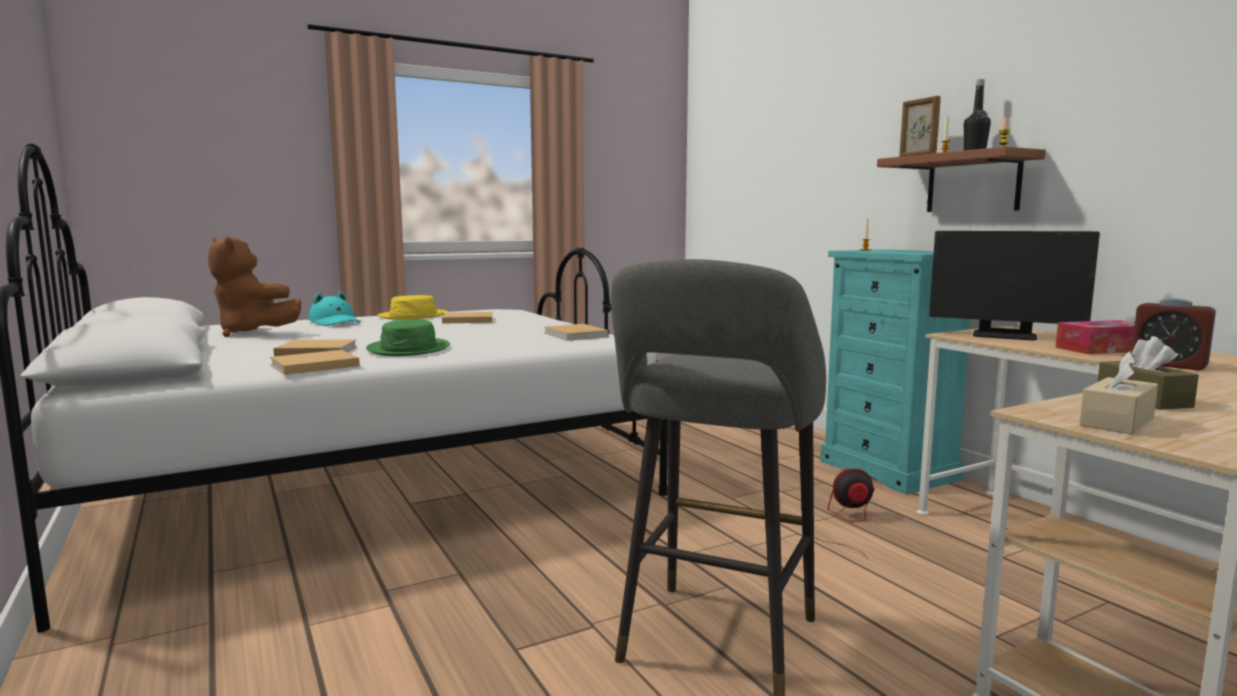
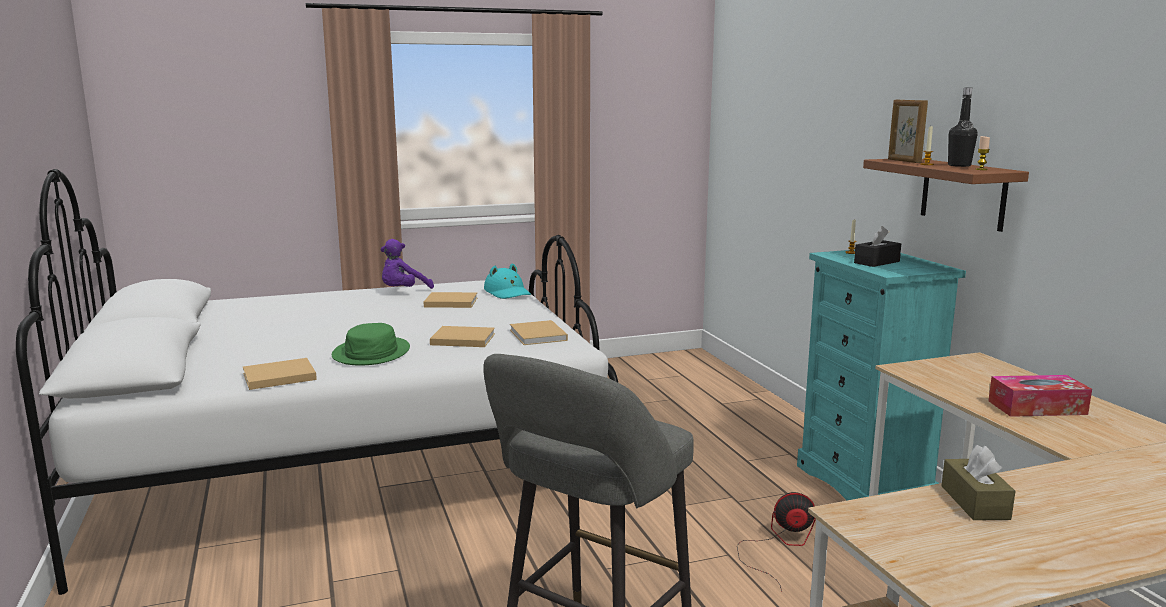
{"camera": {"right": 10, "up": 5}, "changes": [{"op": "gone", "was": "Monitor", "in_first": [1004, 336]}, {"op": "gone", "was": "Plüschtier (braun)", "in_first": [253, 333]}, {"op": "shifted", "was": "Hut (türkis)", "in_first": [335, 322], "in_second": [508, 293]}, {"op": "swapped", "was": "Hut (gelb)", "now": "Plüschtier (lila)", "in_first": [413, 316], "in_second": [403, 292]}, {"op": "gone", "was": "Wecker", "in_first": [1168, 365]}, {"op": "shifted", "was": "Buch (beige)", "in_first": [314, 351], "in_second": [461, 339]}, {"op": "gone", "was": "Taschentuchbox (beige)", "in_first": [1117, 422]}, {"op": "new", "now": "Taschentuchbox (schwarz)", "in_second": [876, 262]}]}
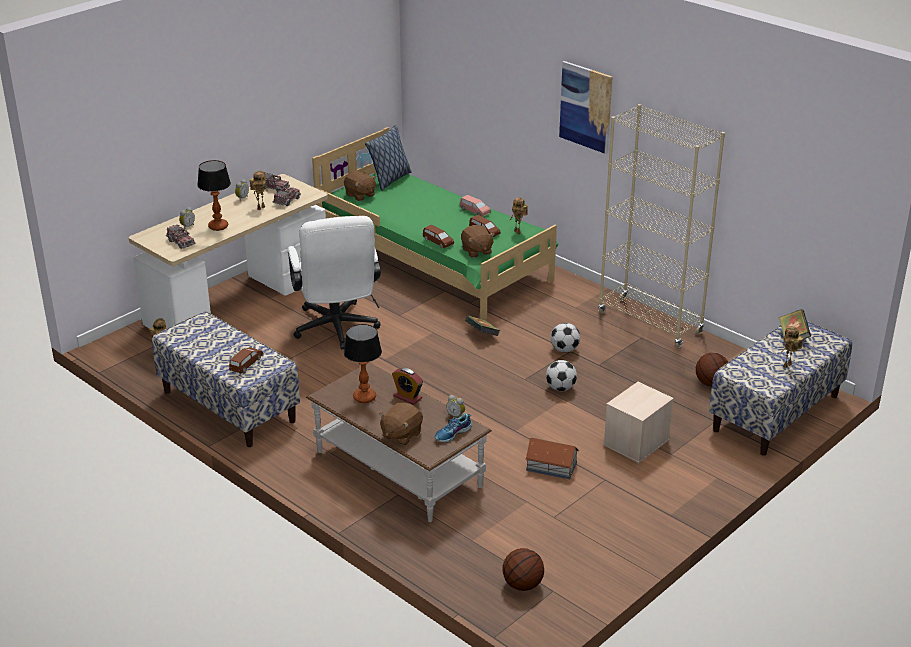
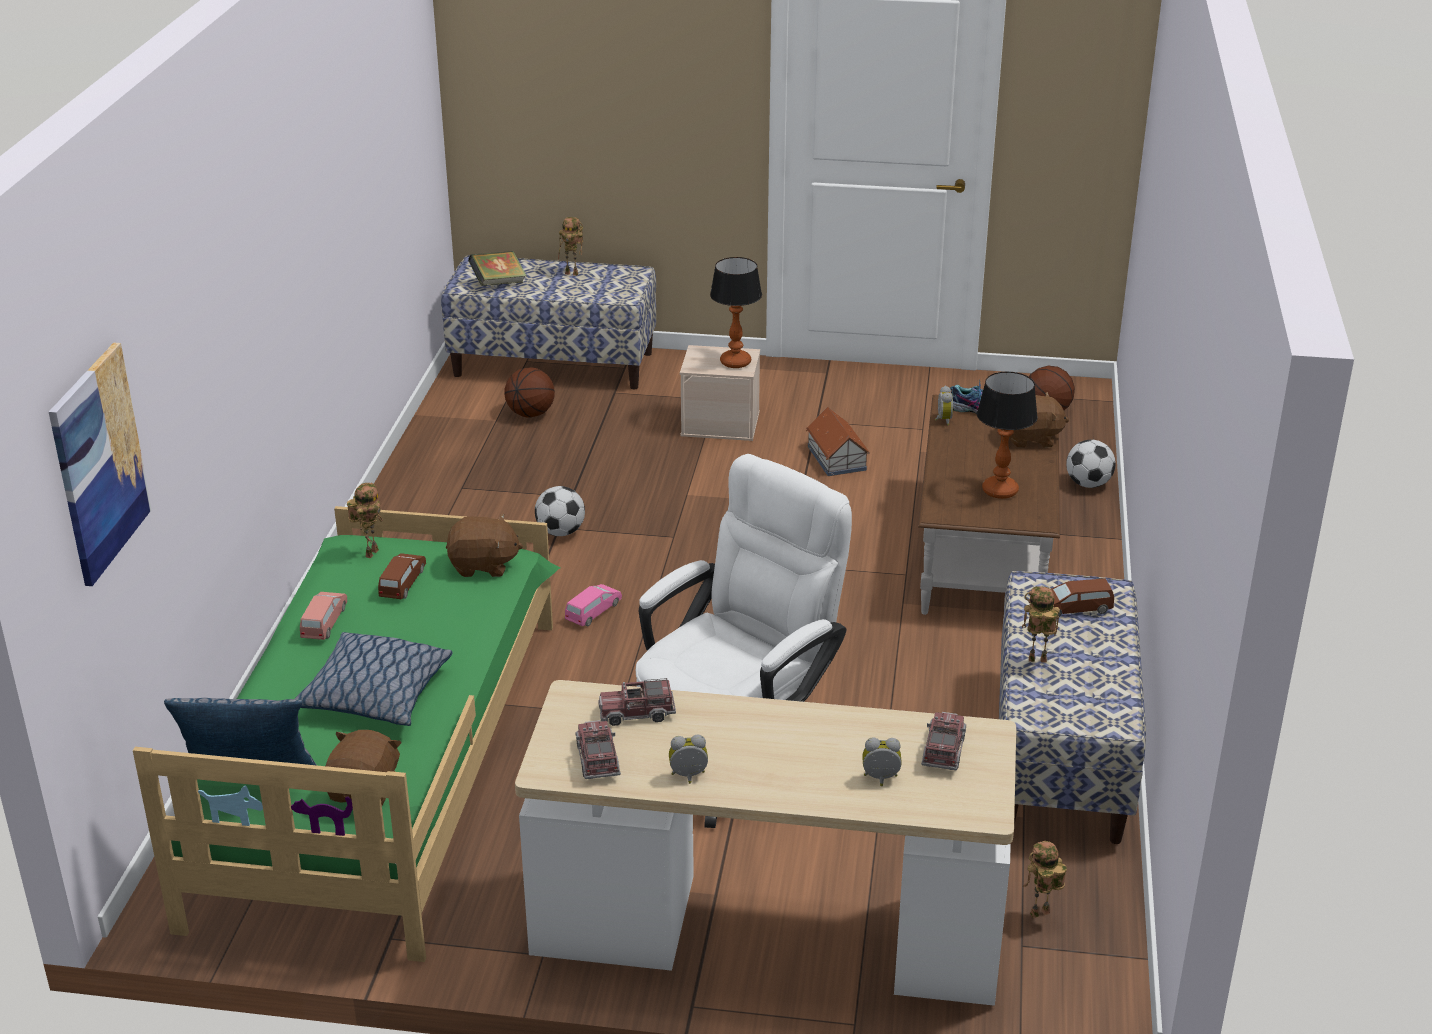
{"camera": {"right": -125, "up": 0}, "changes": [{"op": "shifted", "was": "Bild", "in_first": [586, 107], "in_second": [99, 463]}, {"op": "gone", "was": "Bücherregal (beige)", "in_first": [650, 323]}, {"op": "shifted", "was": "Tischlampe", "in_first": [218, 226], "in_second": [735, 362]}, {"op": "shifted", "was": "Spielzeugroboter", "in_first": [261, 207], "in_second": [1036, 661]}, {"op": "gone", "was": "Spielzeugauto (braun)", "in_first": [438, 242]}, {"op": "rotated", "was": "Plüschtier (braun)", "in_first": [476, 251], "in_second": [483, 566], "clockwise": 60}, {"op": "swapped", "was": "Buch", "now": "Spielzeugauto (rosa)", "in_first": [482, 335], "in_second": [593, 612]}, {"op": "shifted", "was": "Fußball", "in_first": [560, 388], "in_second": [1088, 484]}, {"op": "gone", "was": "Wecker", "in_first": [407, 397]}, {"op": "new", "now": "Kissen", "in_second": [376, 694]}]}
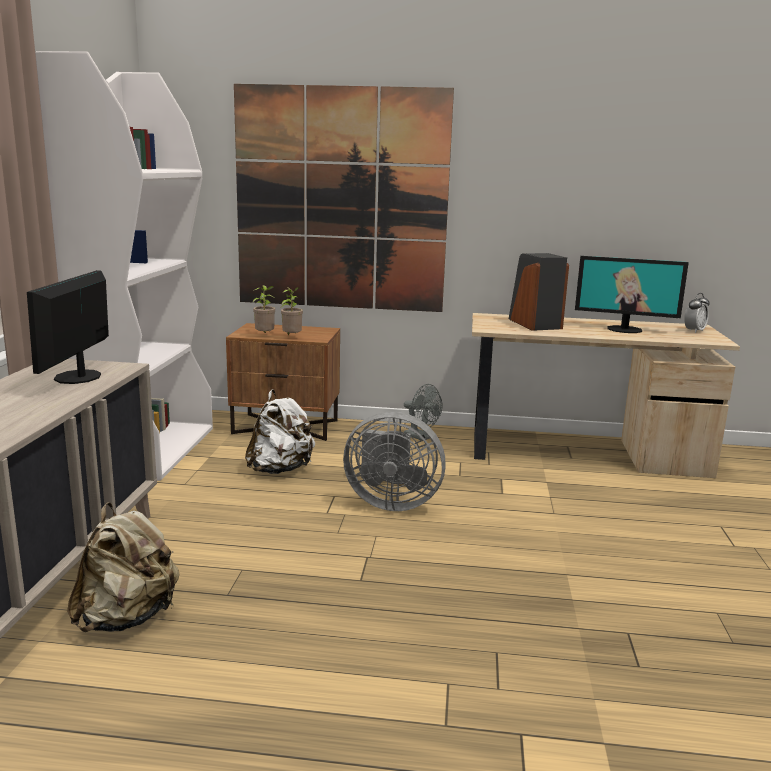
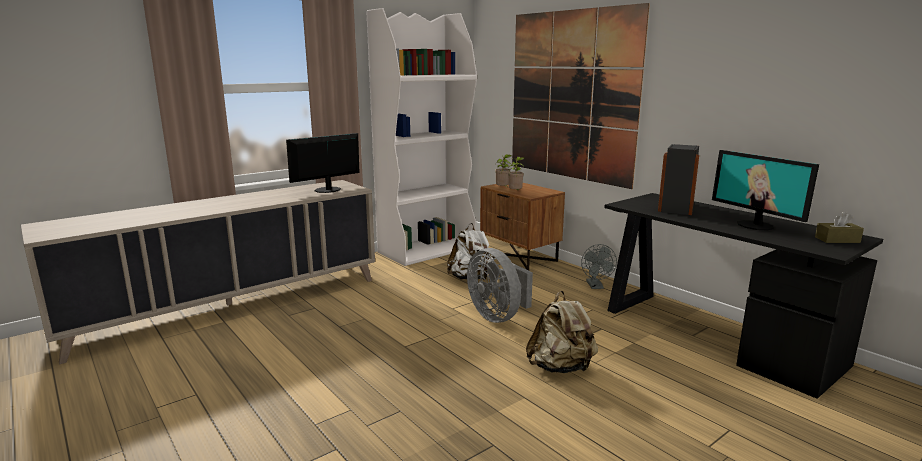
{"camera": {"right": 45, "up": 0}, "changes": [{"op": "swapped", "was": "Wecker", "now": "Taschentuchbox (braun)", "in_first": [694, 331], "in_second": [837, 240]}, {"op": "repainted", "was": "Schreibtisch (beige)", "now": "Schreibtisch (schwarz)", "in_first": [581, 451], "in_second": [712, 334]}, {"op": "shifted", "was": "Rucksack (beige)", "in_first": [127, 618], "in_second": [561, 367]}]}
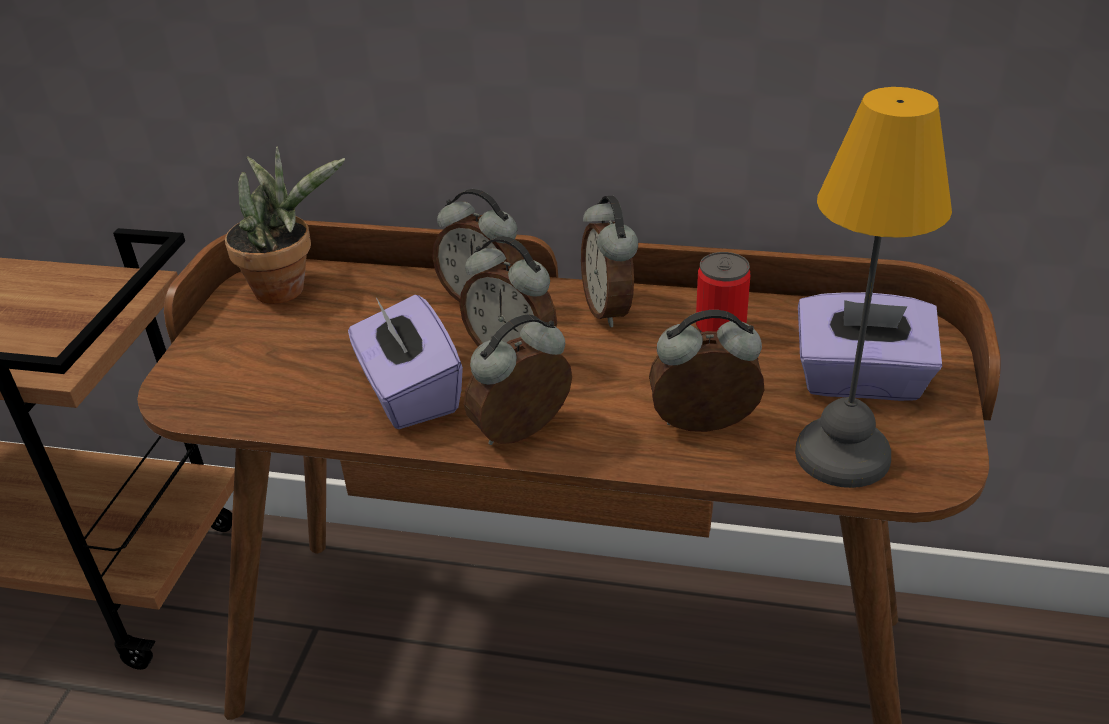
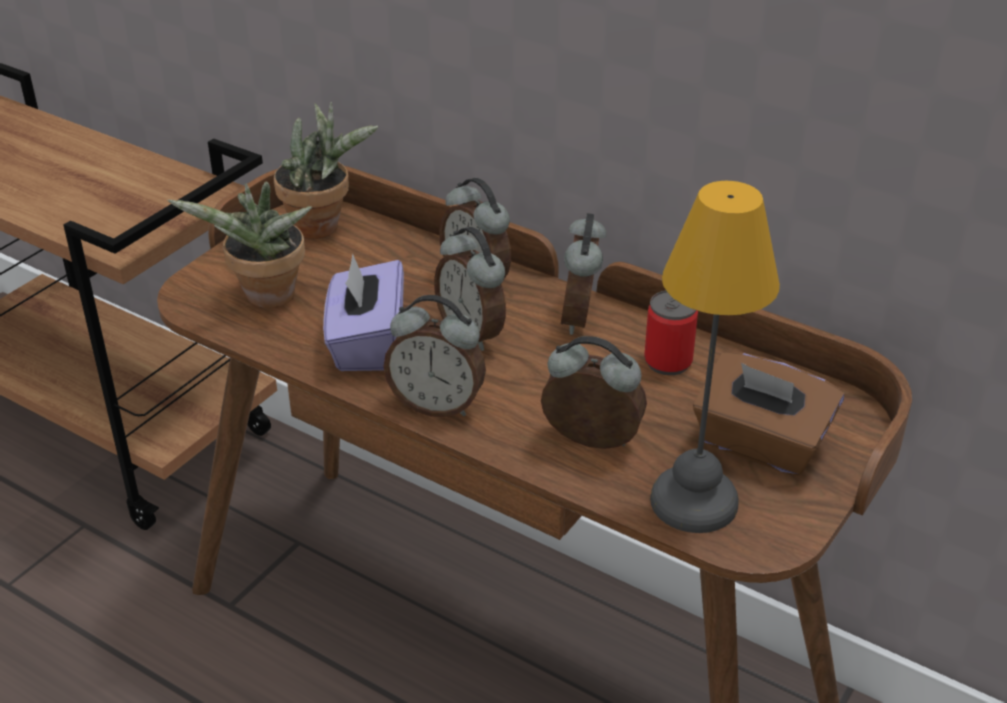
{"camera": {"right": 20, "up": 0}, "changes": [{"op": "repainted", "was": "Taschentuchbox (lila)", "now": "Taschentuchbox (braun)", "in_first": [860, 381], "in_second": [760, 444]}, {"op": "rotated", "was": "Wecker", "in_first": [524, 435], "in_second": [437, 405], "clockwise": -150}, {"op": "new", "now": "Topfpflanze", "in_second": [266, 299]}]}
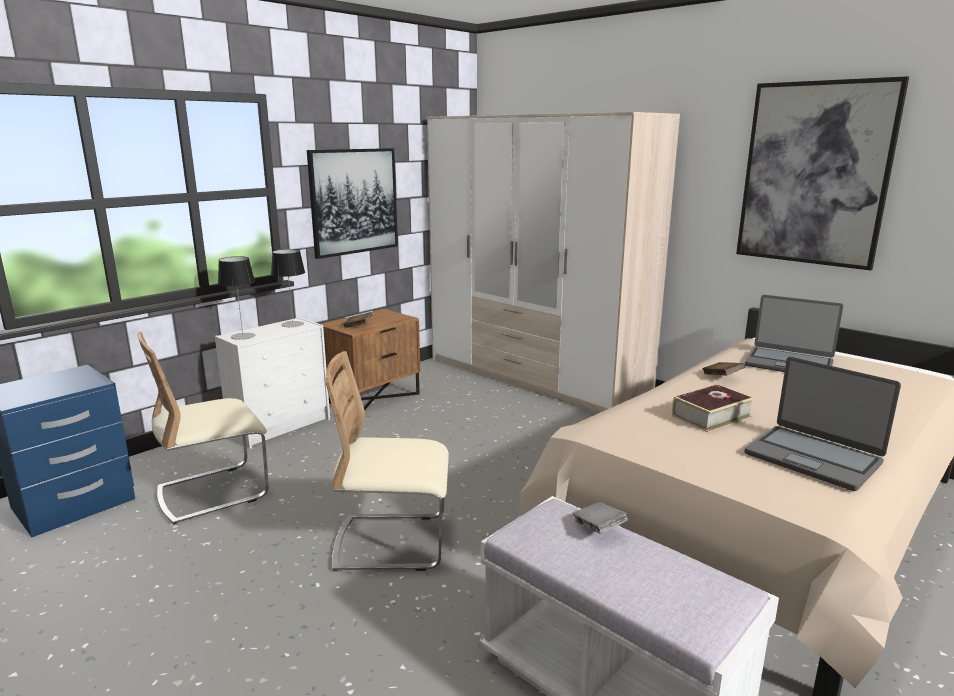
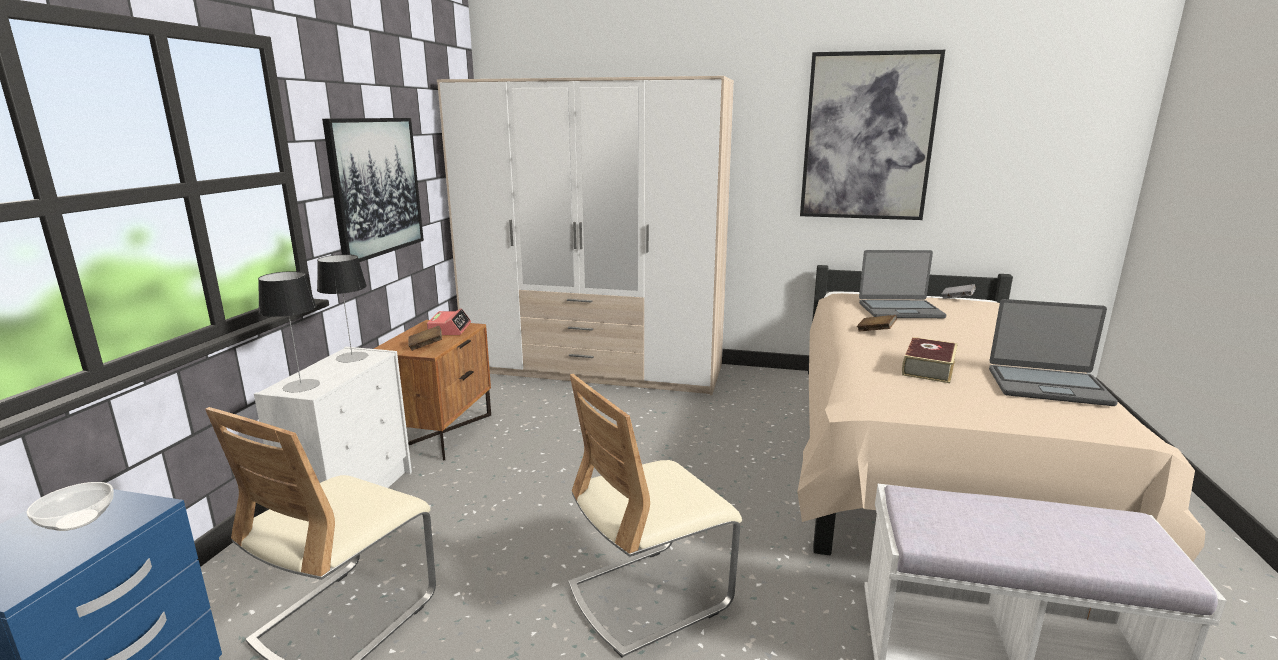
{"camera": {"right": -30, "up": 0}, "changes": [{"op": "shifted", "was": "Buch (grau)", "in_first": [599, 529], "in_second": [957, 299]}, {"op": "new", "now": "Wecker", "in_second": [449, 329]}, {"op": "new", "now": "Schüssel", "in_second": [76, 520]}]}
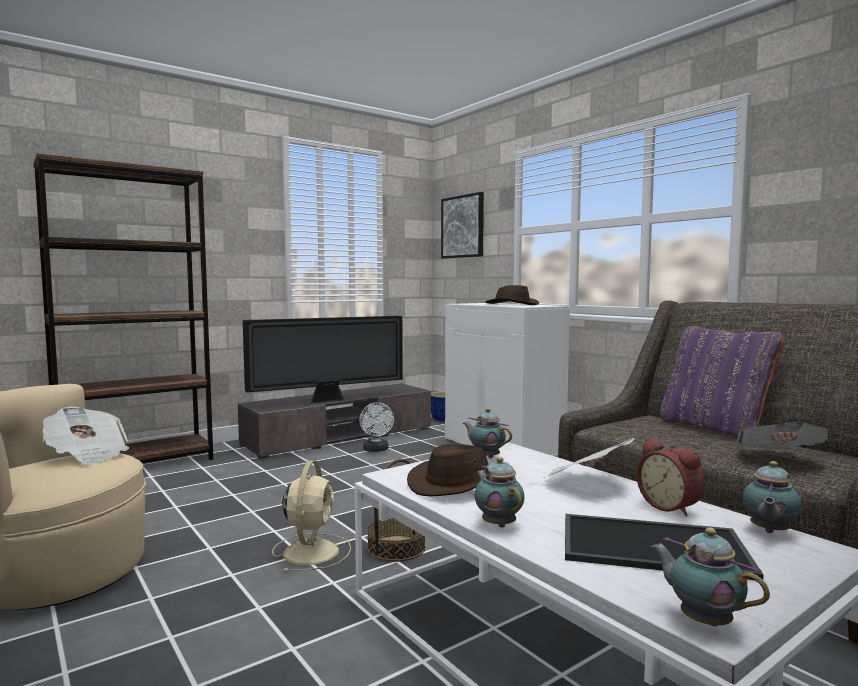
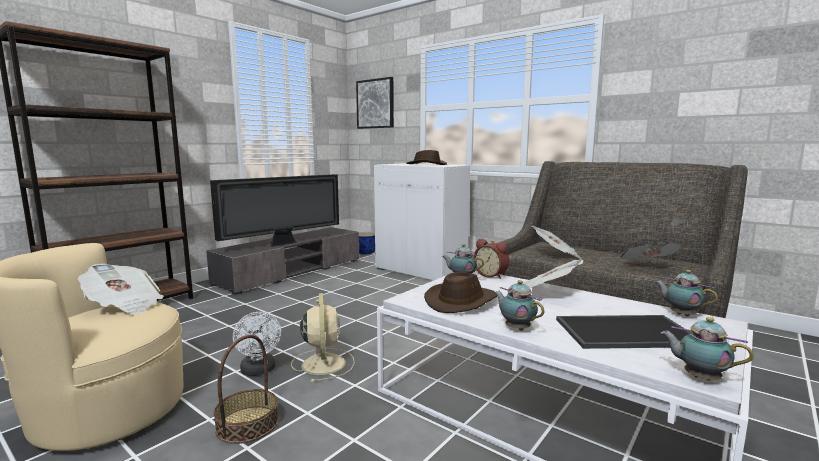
{"camera": {"right": -15, "up": 5}, "changes": [{"op": "gone", "was": "Kissen (lila)", "in_first": [715, 429]}, {"op": "shifted", "was": "Ventilator (weiß)", "in_first": [376, 450], "in_second": [259, 371]}, {"op": "shifted", "was": "Wecker", "in_first": [670, 506], "in_second": [491, 275]}, {"op": "shifted", "was": "Korb", "in_first": [396, 548], "in_second": [247, 424]}, {"op": "rotated", "was": "Teekanne", "in_first": [768, 531], "in_second": [681, 314], "clockwise": 120}, {"op": "new", "now": "Zeitung", "in_second": [556, 255]}]}
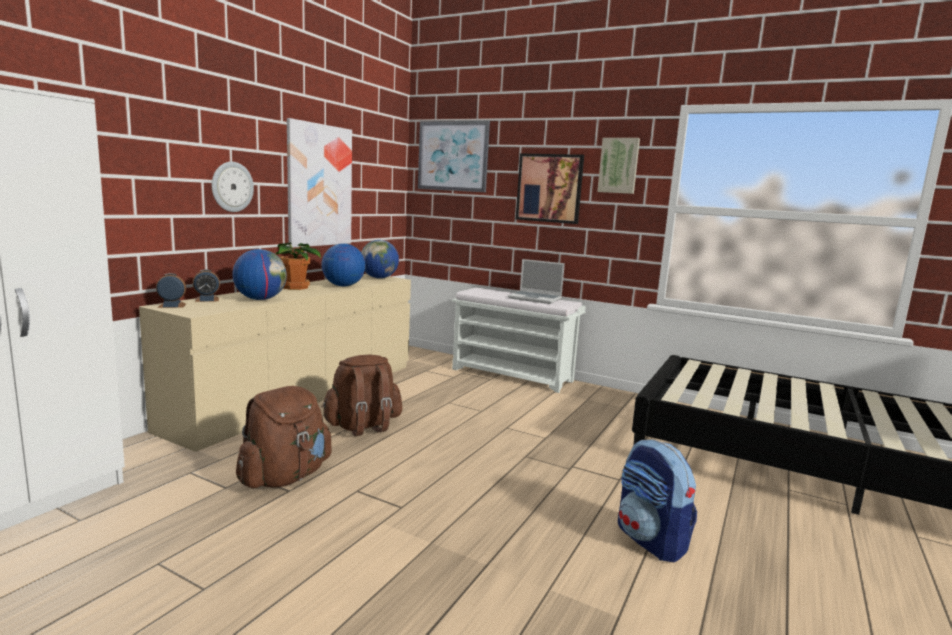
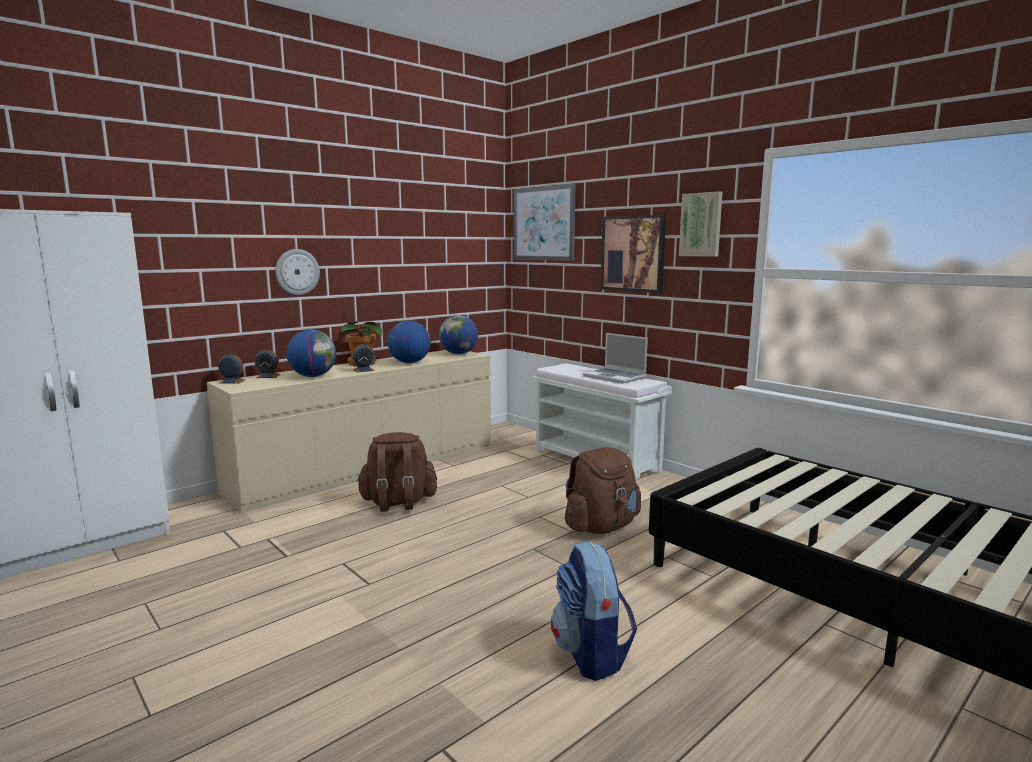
{"camera": {"right": 20, "up": 0}, "changes": [{"op": "gone", "was": "Bild", "in_first": [319, 186]}, {"op": "shifted", "was": "Rucksack (braun)", "in_first": [285, 477], "in_second": [601, 527]}, {"op": "new", "now": "Wecker", "in_second": [363, 370]}]}
